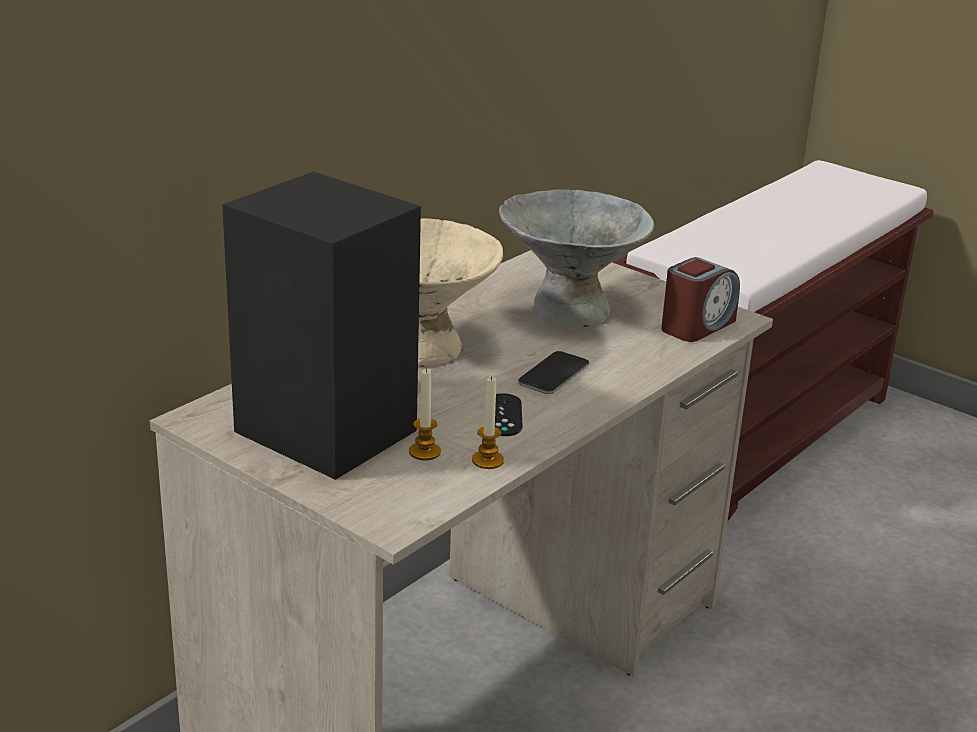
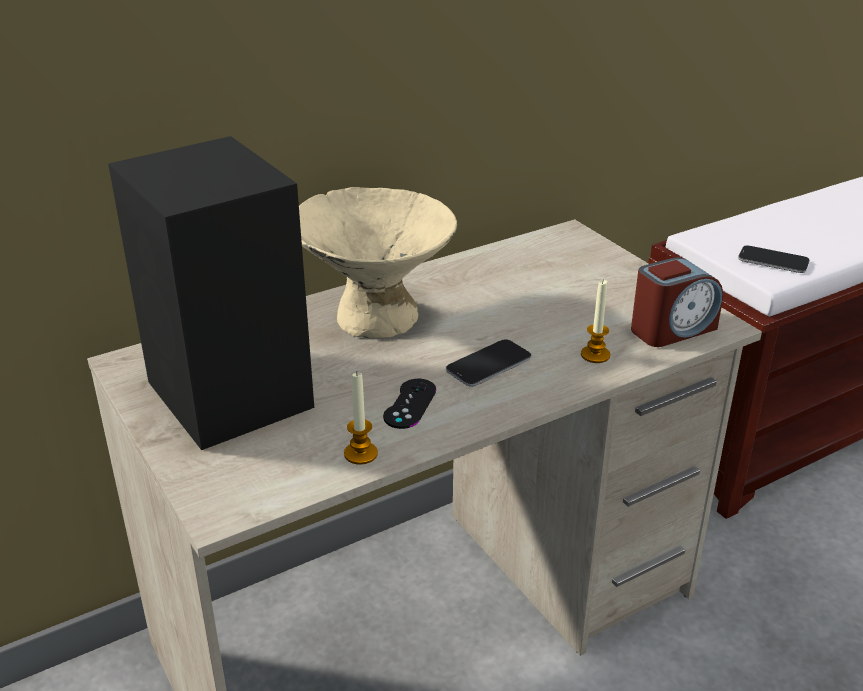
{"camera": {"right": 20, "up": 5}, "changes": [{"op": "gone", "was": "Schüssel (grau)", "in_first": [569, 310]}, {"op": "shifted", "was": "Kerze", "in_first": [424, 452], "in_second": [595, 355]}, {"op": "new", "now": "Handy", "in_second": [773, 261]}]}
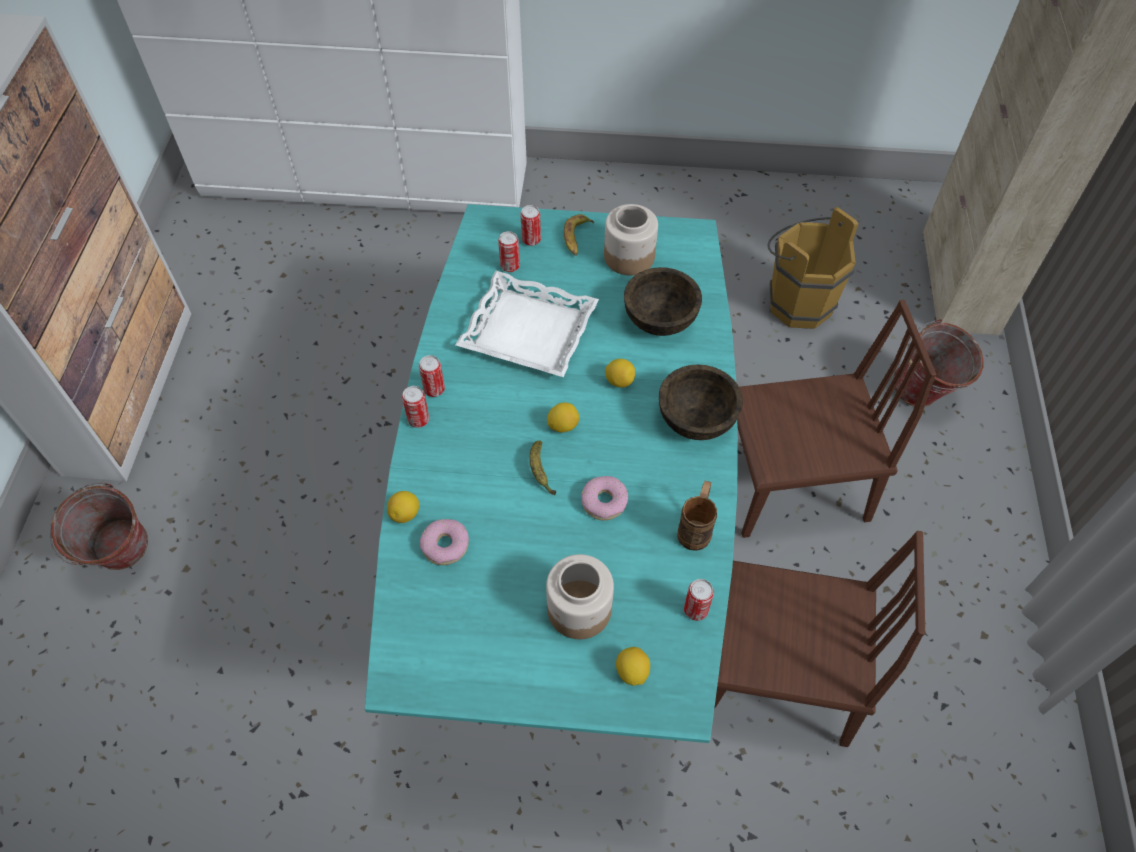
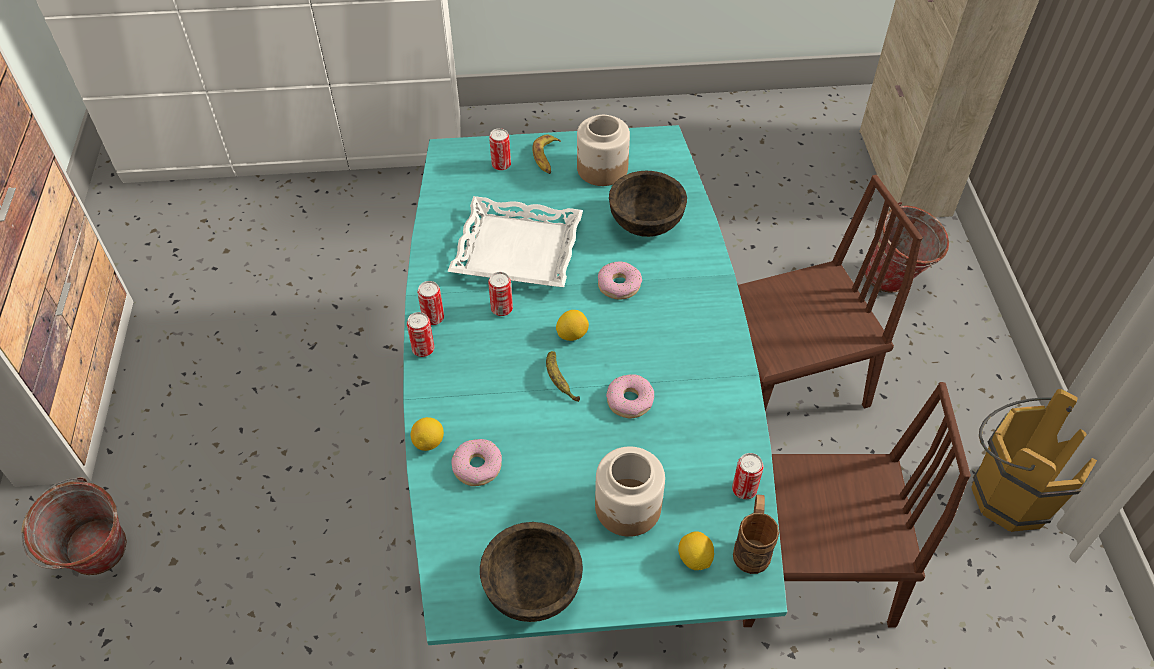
{"camera": {"right": -10, "up": -5}, "changes": [{"op": "shifted", "was": "Eimer (braun)", "in_first": [795, 301], "in_second": [1005, 493]}, {"op": "shifted", "was": "Dose", "in_first": [510, 266], "in_second": [502, 309]}, {"op": "swapped", "was": "Zitrone", "now": "Donut", "in_first": [619, 381], "in_second": [619, 285]}, {"op": "shifted", "was": "Schüssel (braun)", "in_first": [696, 418], "in_second": [532, 587]}, {"op": "shifted", "was": "Henkelbecher (braun)", "in_first": [696, 527], "in_second": [752, 547]}]}
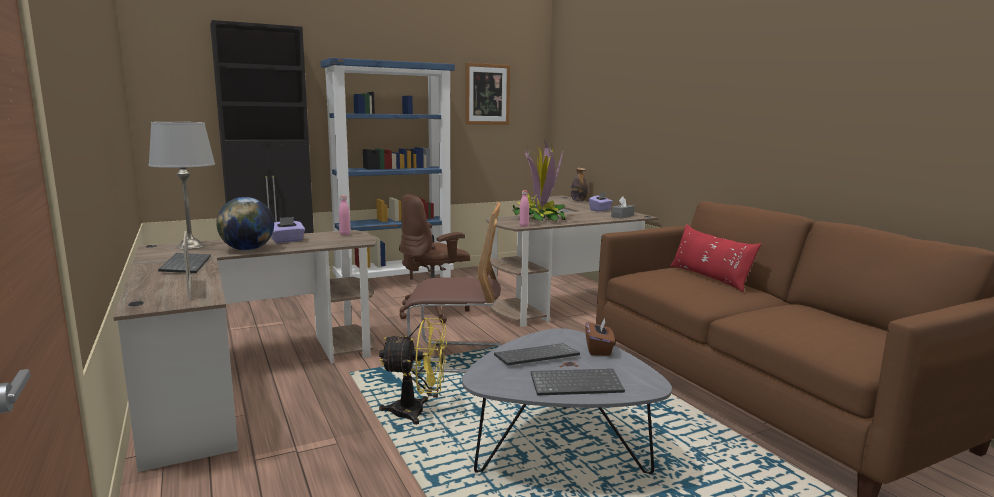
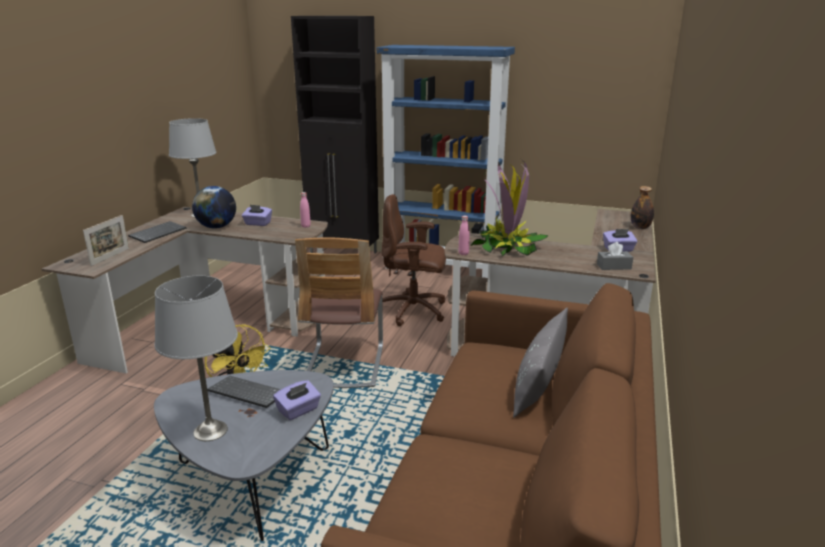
{"camera": {"right": 45, "up": 10}, "changes": [{"op": "gone", "was": "Bild", "in_first": [487, 94]}, {"op": "rotated", "was": "Stuhl", "in_first": [457, 358], "in_second": [344, 365], "clockwise": 45}, {"op": "repainted", "was": "Kissen (rot)", "now": "Kissen (grau)", "in_first": [709, 278], "in_second": [538, 384]}, {"op": "repainted", "was": "Taschentuchbox (braun)", "now": "Taschentuchbox (lila)", "in_first": [599, 349], "in_second": [298, 410]}, {"op": "swapped", "was": "Tastatur", "now": "Tischlampe (grau)", "in_first": [577, 384], "in_second": [211, 431]}]}
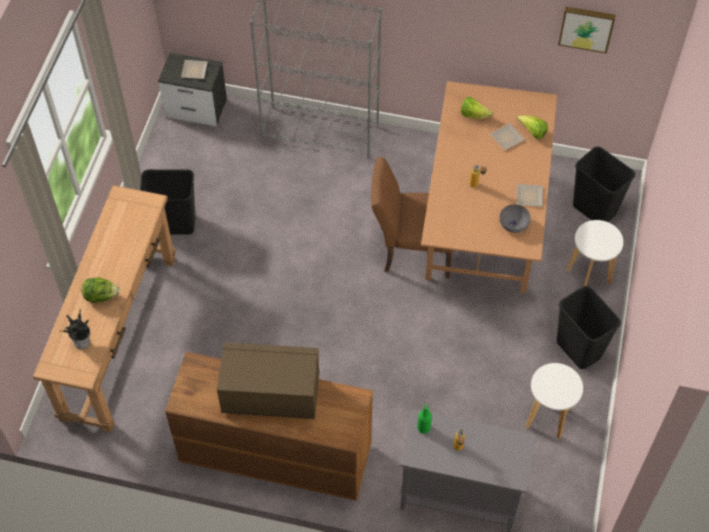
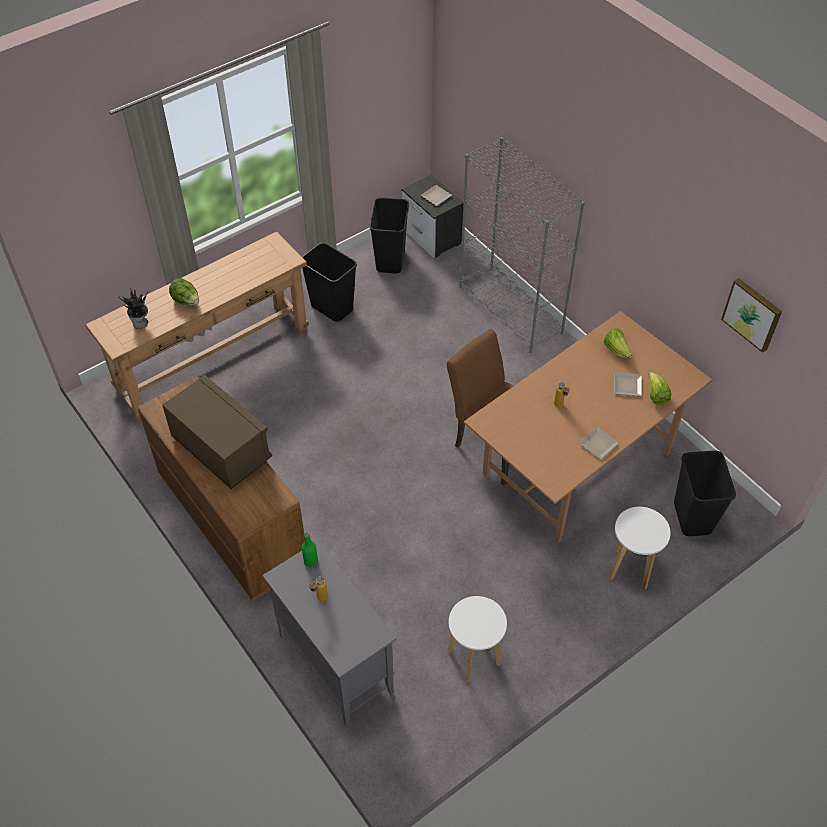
{"camera": {"right": 40, "up": -5}, "changes": [{"op": "gone", "was": "Schüssel (grau)", "in_first": [513, 224]}, {"op": "shifted", "was": "Mülleimer (schwarz)", "in_first": [579, 349], "in_second": [391, 261]}]}
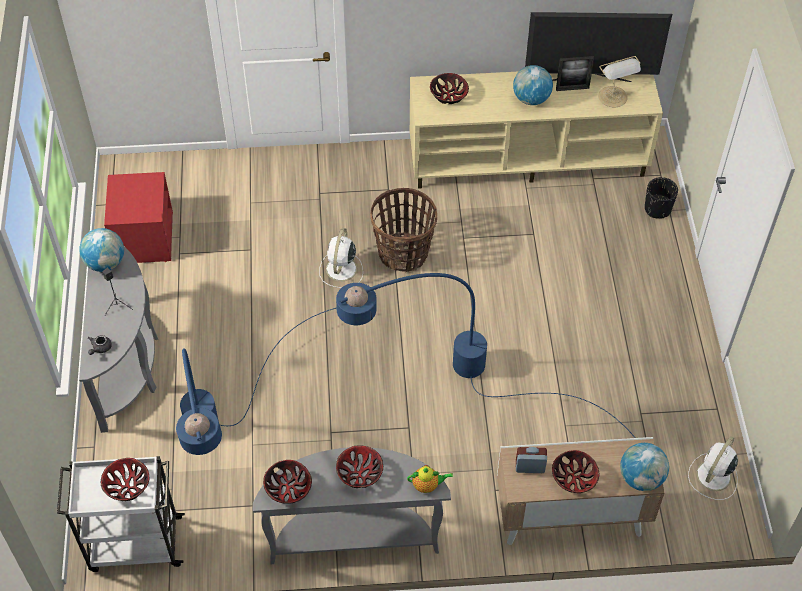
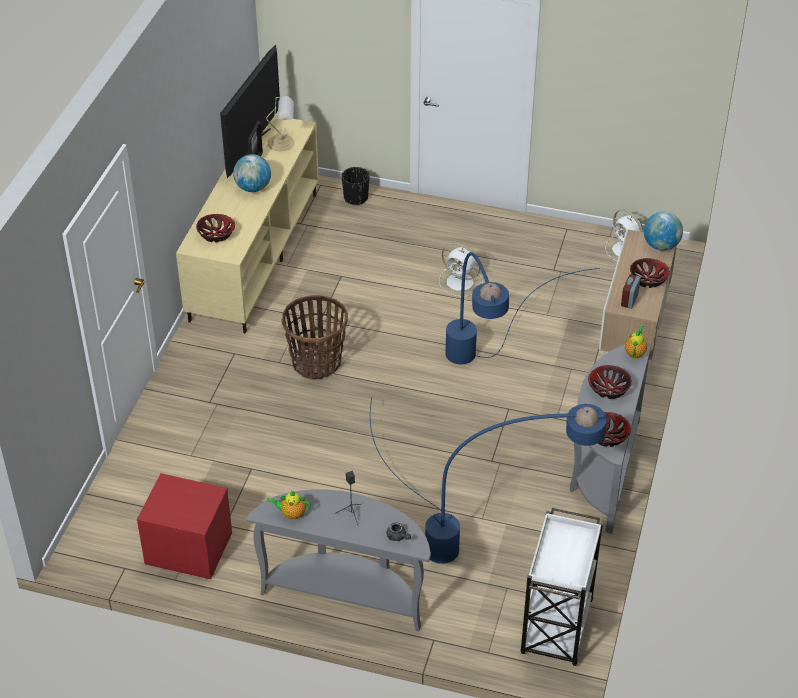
{"camera": {"right": -70, "up": -10}, "changes": [{"op": "swapped", "was": "Globus", "now": "Teekanne", "in_first": [105, 263], "in_second": [291, 514]}, {"op": "shifted", "was": "Ventilator (weiß)", "in_first": [341, 270], "in_second": [461, 282]}, {"op": "gone", "was": "Schüssel", "in_first": [127, 486]}]}
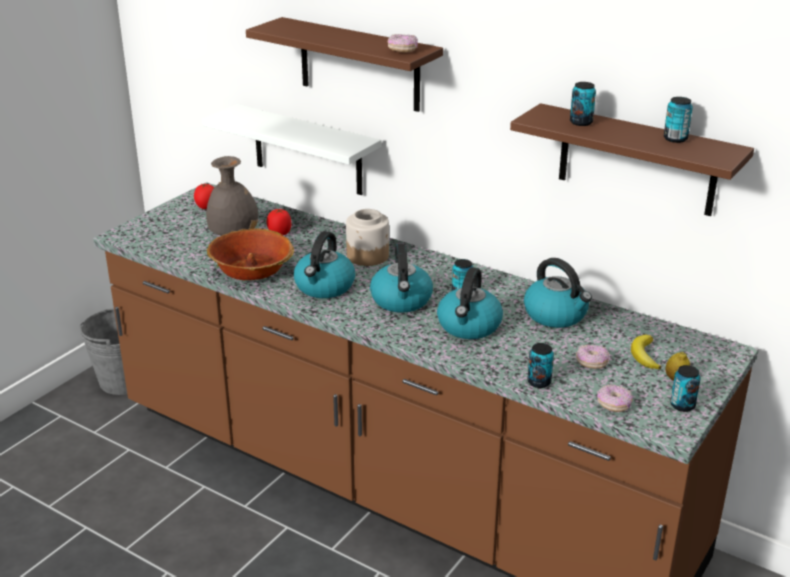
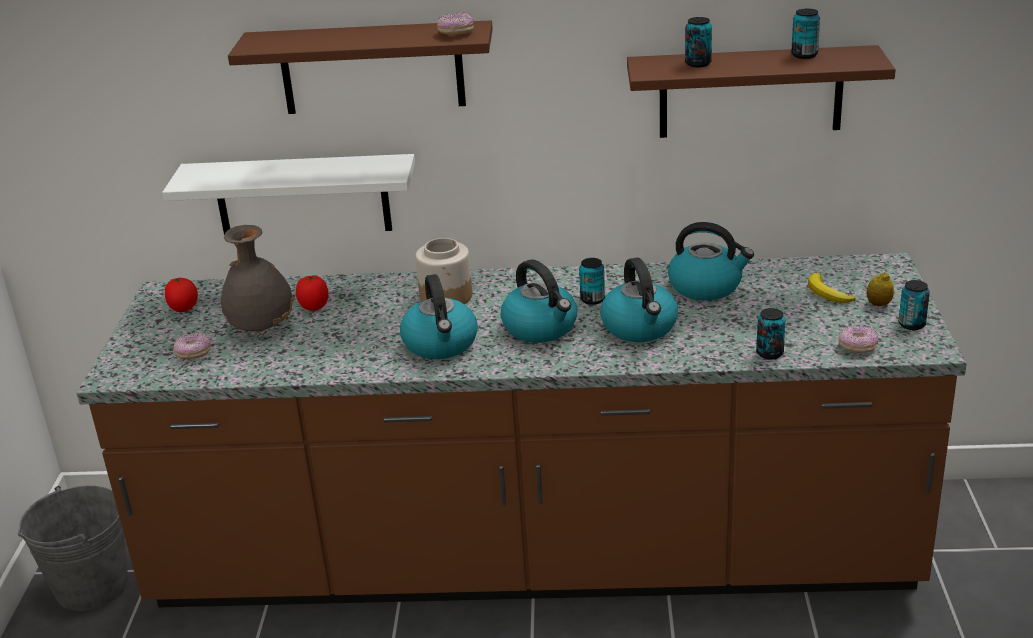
{"camera": {"right": -30, "up": 0}, "changes": [{"op": "gone", "was": "Schüssel", "in_first": [252, 271]}, {"op": "shifted", "was": "Donut", "in_first": [591, 363], "in_second": [193, 354]}]}
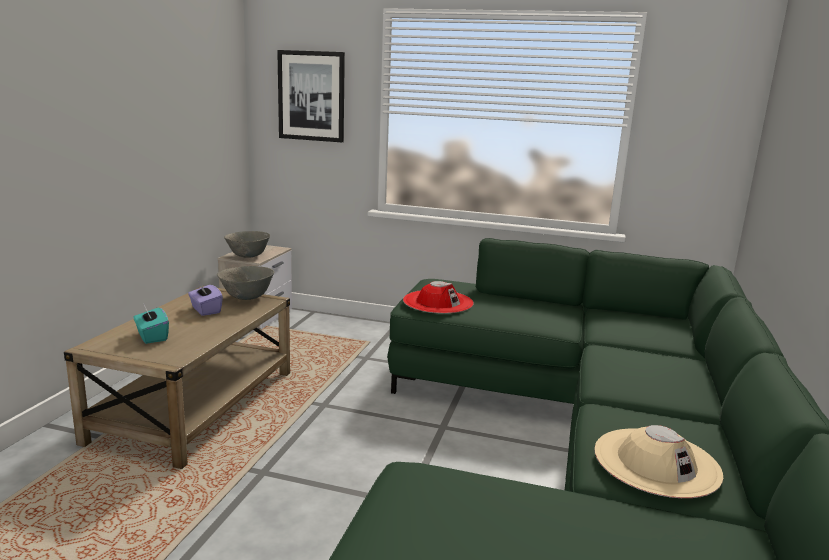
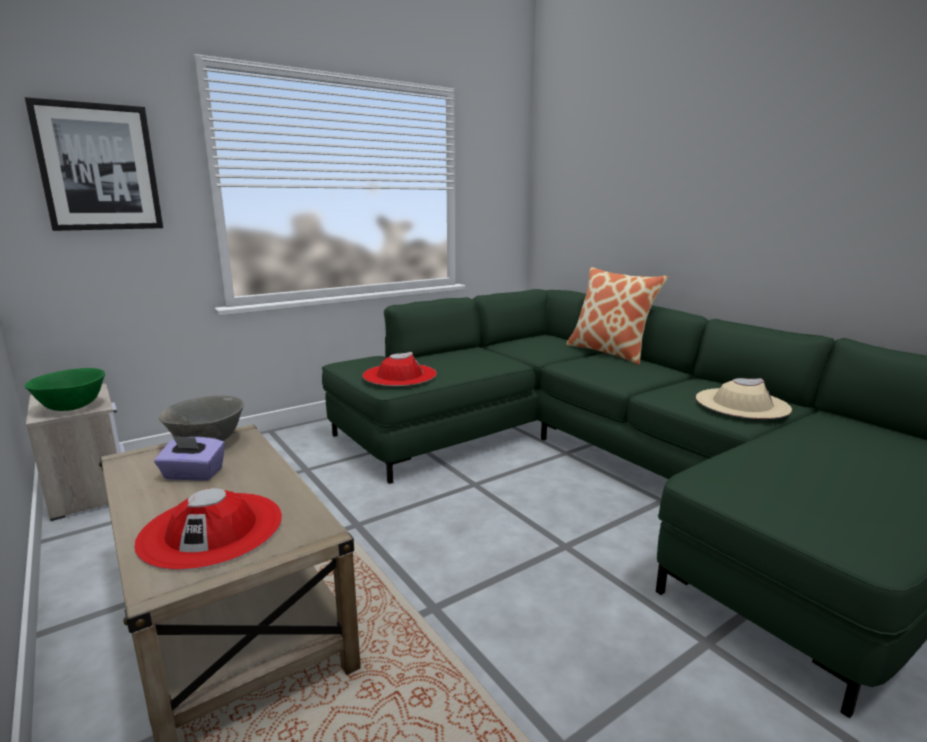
{"camera": {"right": -50, "up": 0}, "changes": [{"op": "repainted", "was": "Schüssel (grau)", "now": "Schüssel (grün)", "in_first": [248, 256], "in_second": [72, 408]}, {"op": "swapped", "was": "Taschentuchbox (türkis)", "now": "Hut (rot)", "in_first": [152, 337], "in_second": [212, 529]}, {"op": "new", "now": "Kissen", "in_second": [610, 352]}]}
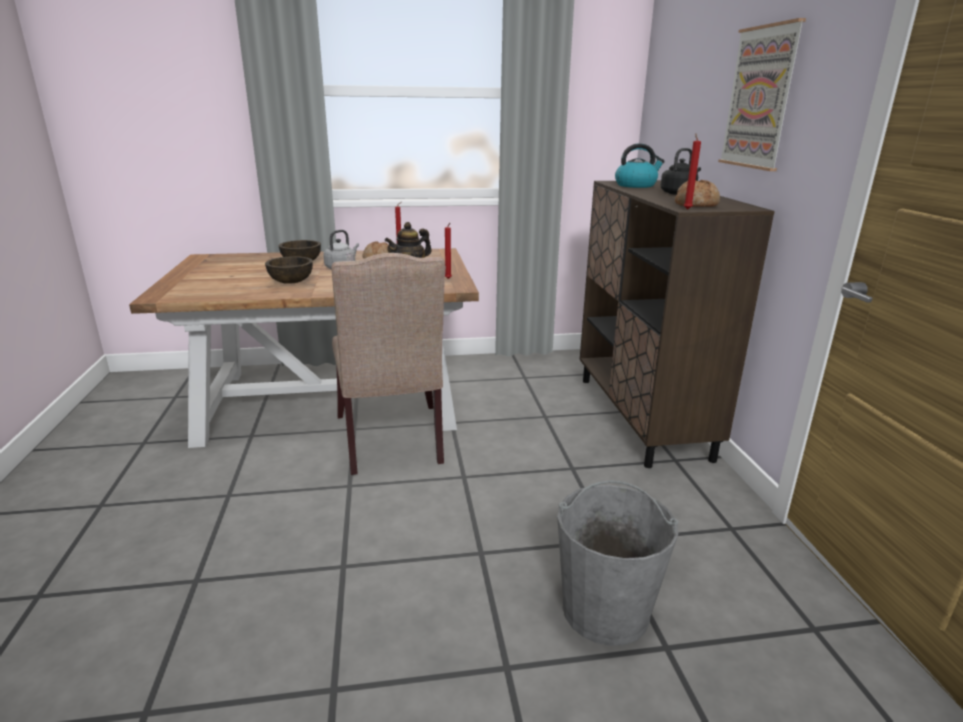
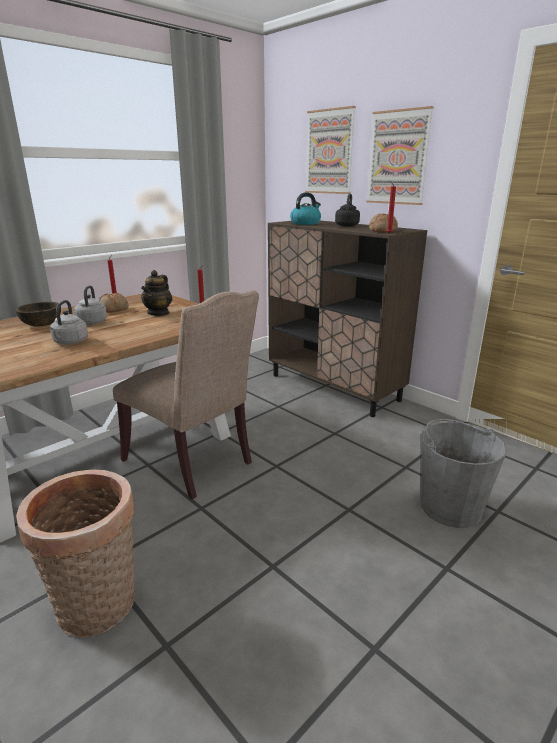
{"camera": {"right": -35, "up": 0}, "changes": [{"op": "swapped", "was": "Schüssel (braun)", "now": "Wasserkessel (grau)", "in_first": [291, 282], "in_second": [70, 342]}, {"op": "new", "now": "Bild", "in_second": [330, 152]}, {"op": "new", "now": "Korb", "in_second": [98, 608]}]}
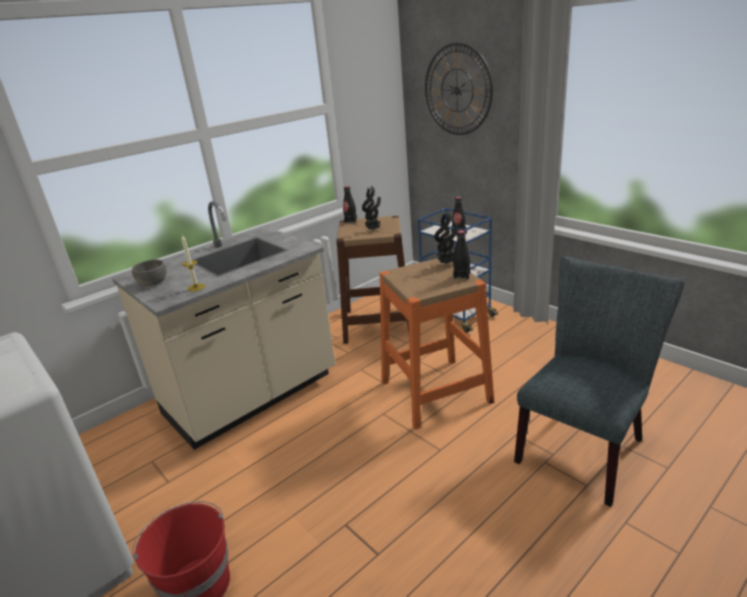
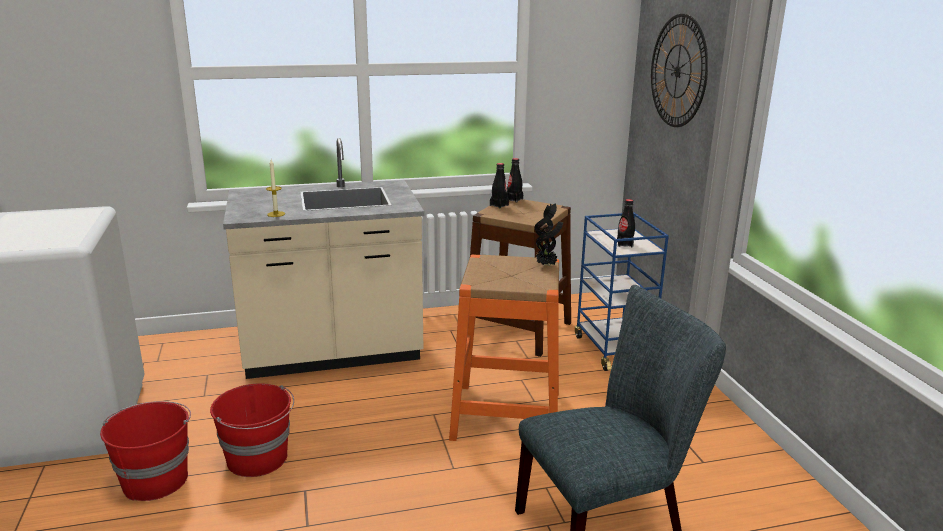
{"camera": {"right": 25, "up": -5}, "changes": [{"op": "gone", "was": "Topfpflanze", "in_first": [373, 230]}, {"op": "shifted", "was": "Flasche (schwarz)", "in_first": [461, 275], "in_second": [499, 205]}, {"op": "gone", "was": "Schüssel (grau)", "in_first": [153, 282]}, {"op": "new", "now": "Eimer (rot)", "in_second": [258, 459]}]}
